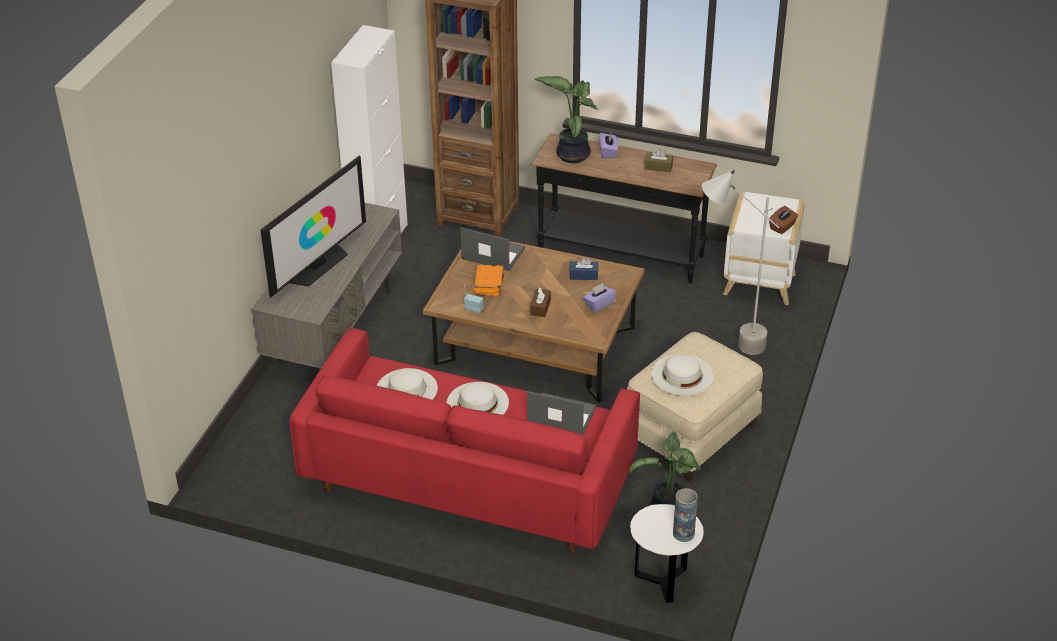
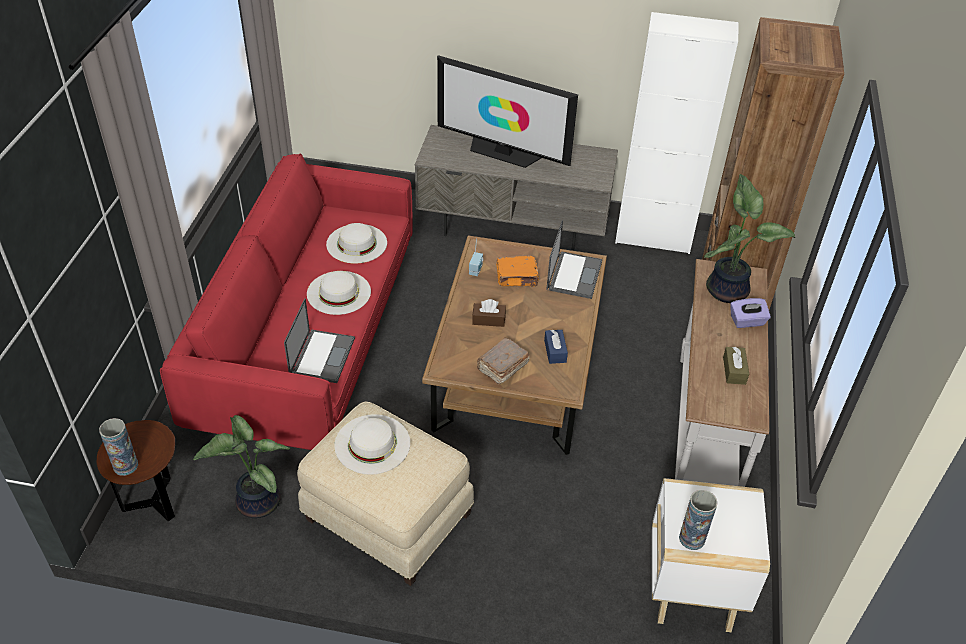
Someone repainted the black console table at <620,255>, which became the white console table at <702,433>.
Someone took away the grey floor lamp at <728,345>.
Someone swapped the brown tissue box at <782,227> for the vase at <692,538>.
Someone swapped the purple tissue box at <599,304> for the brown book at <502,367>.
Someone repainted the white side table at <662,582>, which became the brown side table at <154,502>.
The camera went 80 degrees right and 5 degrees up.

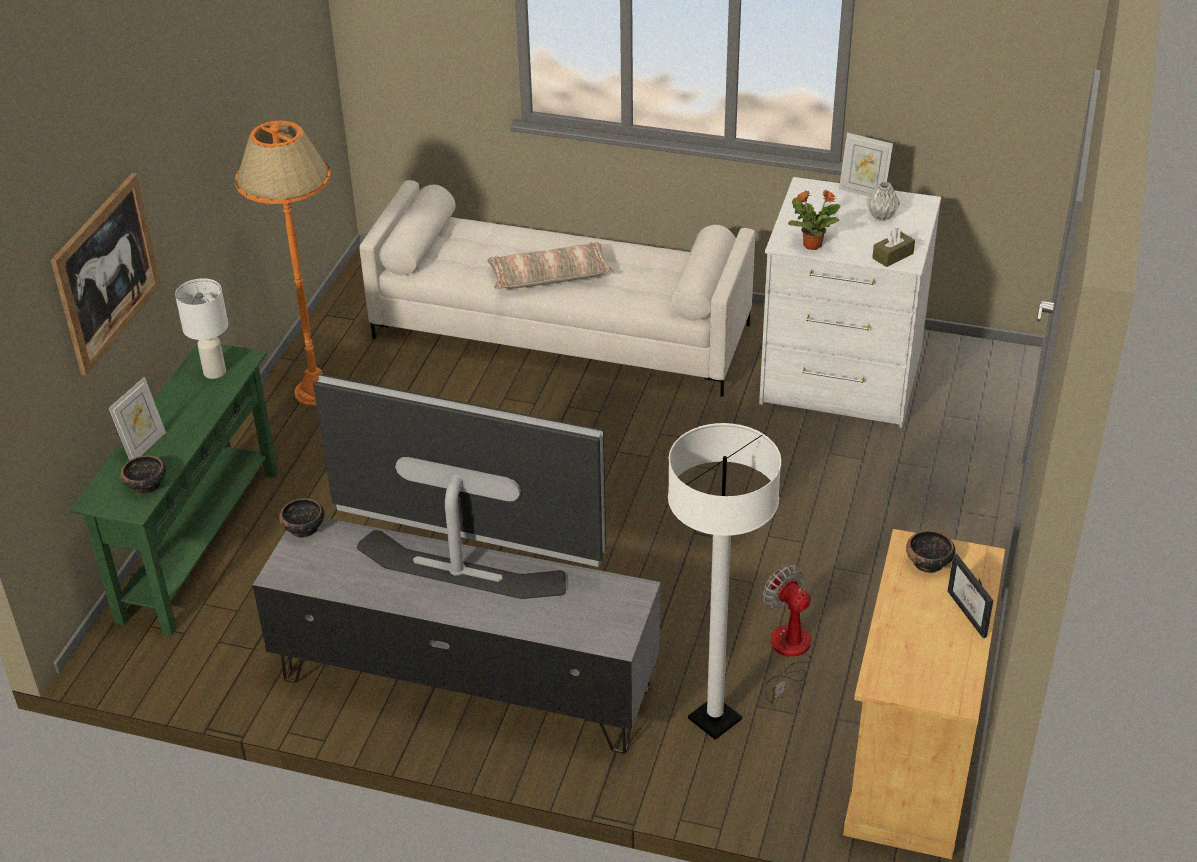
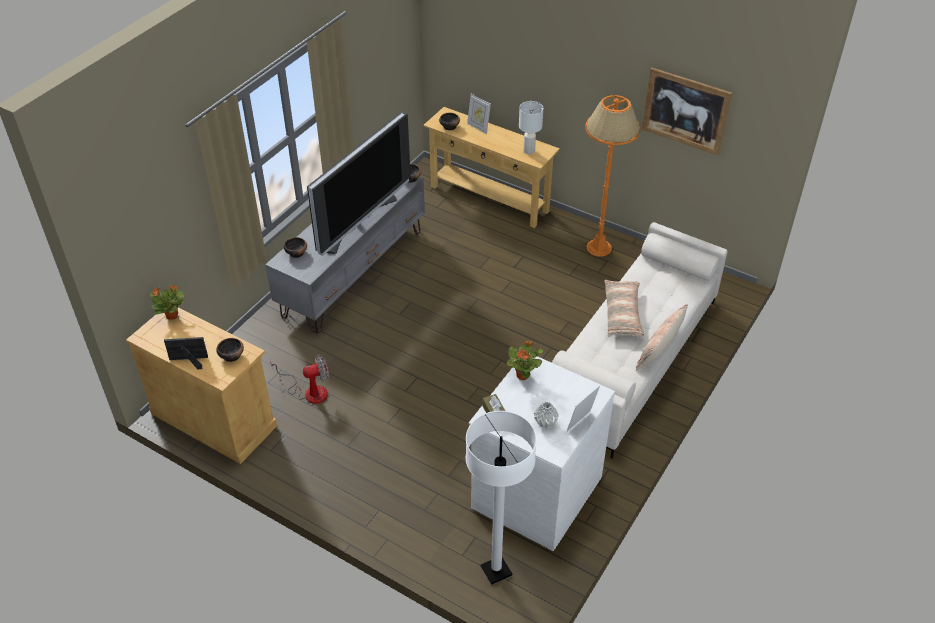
Someone carried the picture from <106,273> to <685,111>.
Someone repainted the green console table at <199,543>, which became the beige console table at <489,198>.
Someone carried the white floor lamp from <714,719> to <496,571>.
Someone put down the bowl at <296,253>.
Someone put down the potted plant at <172,315>.
Someone put down the pillow at <660,348>.
The camera went 105 degrees right and 5 degrees up.

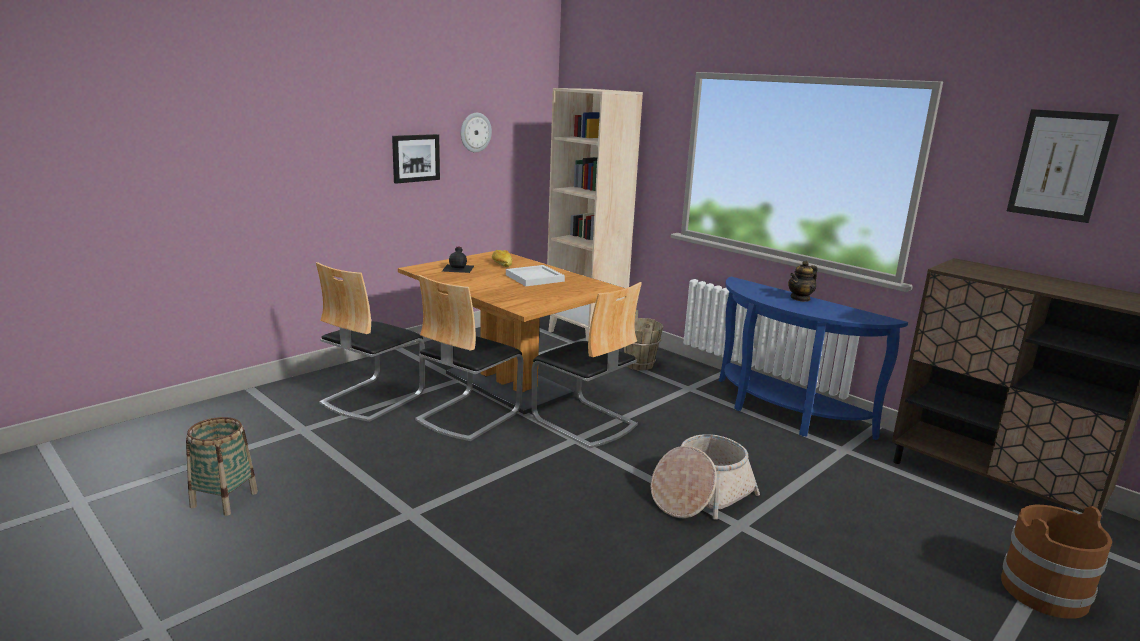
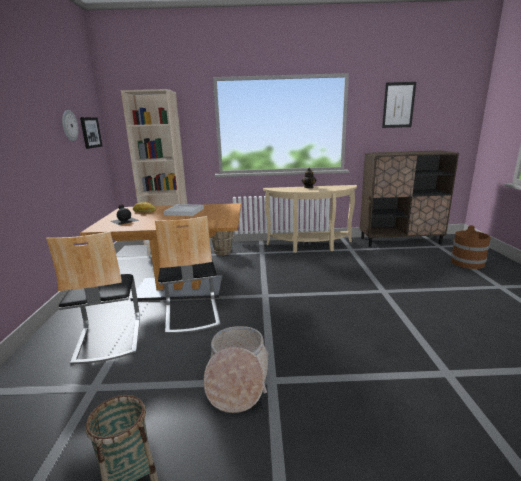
Someone carried the picture from <415,158> to <90,132>.
Someone repainted the blue console table at <782,414>, which became the beige console table at <310,247>.
Someone took away the chair at <584,422>.
Someone carried the basket from <700,496> to <237,380>.
The camera went 45 degrees left and 0 degrees up.

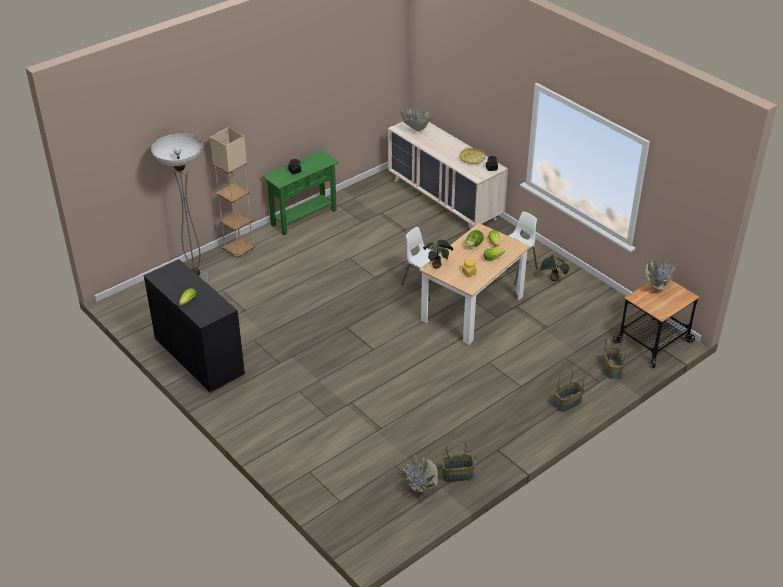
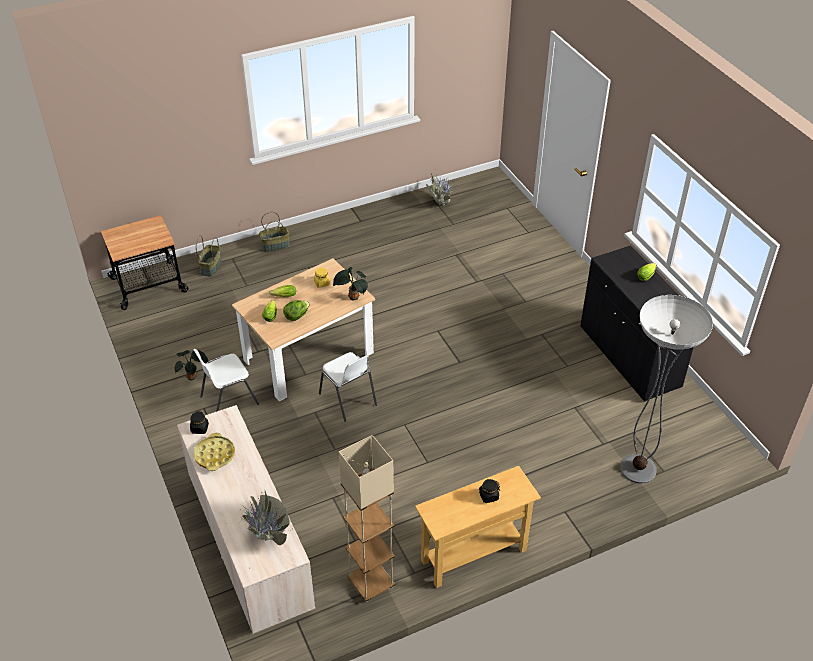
Someone carried the beige floor lamp from <239,250> to <371,583>.
Someone repainted the green console table at <304,218>, which became the beige console table at <473,555>.
Someone took away the potted plant at <658,288>.
Someone took away the basket at <457,474>.
The camera went 165 degrees left and 5 degrees up.

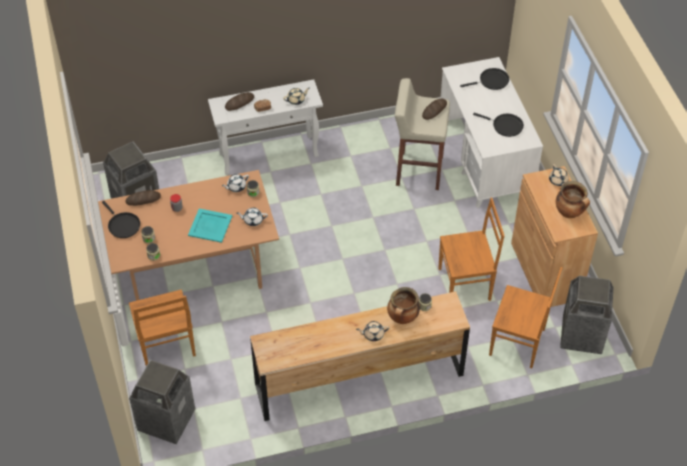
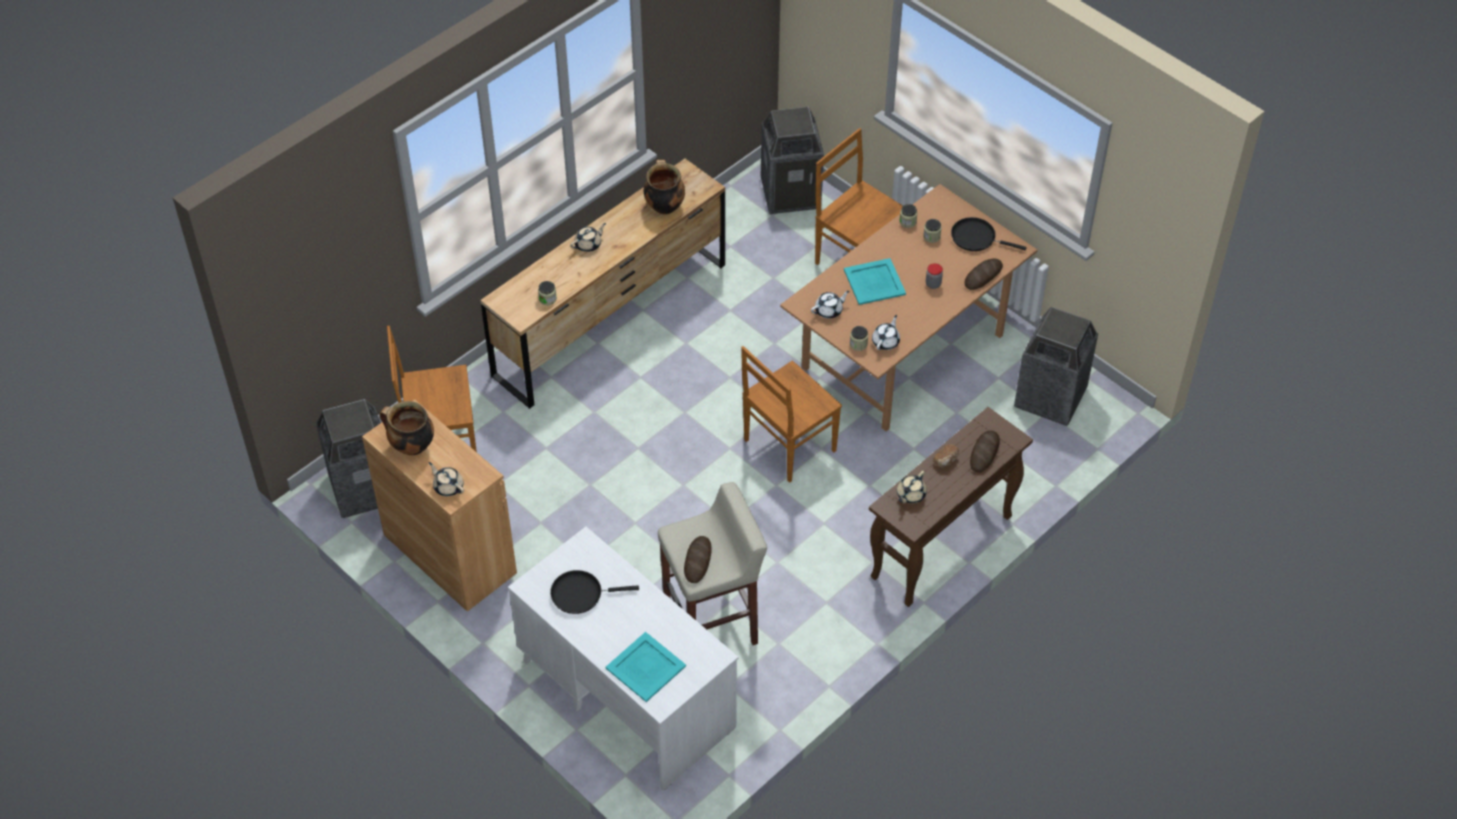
Someone swapped the black frying pan at <491,81> for the turquoise tray at <645,667>.
Someone repainted the white console table at <269,154>, which became the brown console table at <941,548>.
Someone carried the brown chair from <466,284> to <787,446>.
Someone carried the cooking pot from <403,318> to <664,206>.
The camera went 150 degrees right and 0 degrees up.

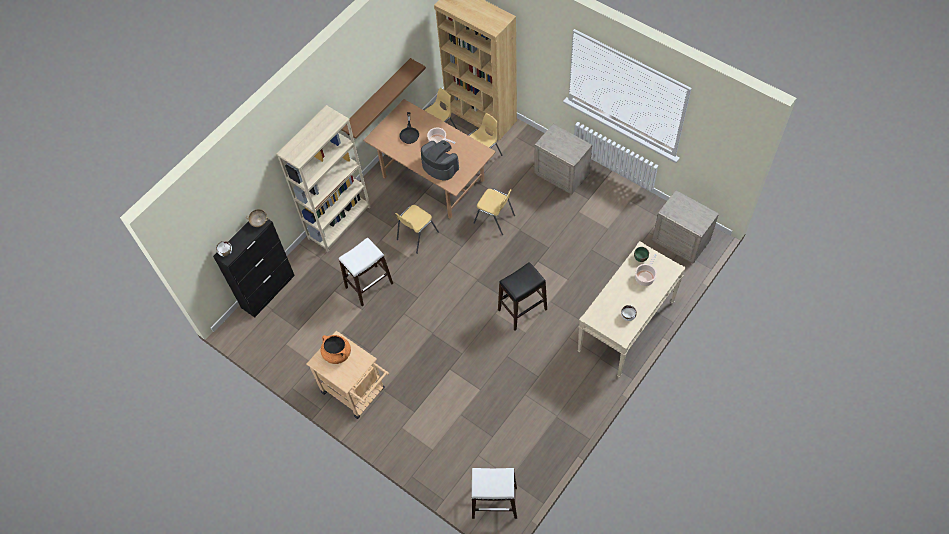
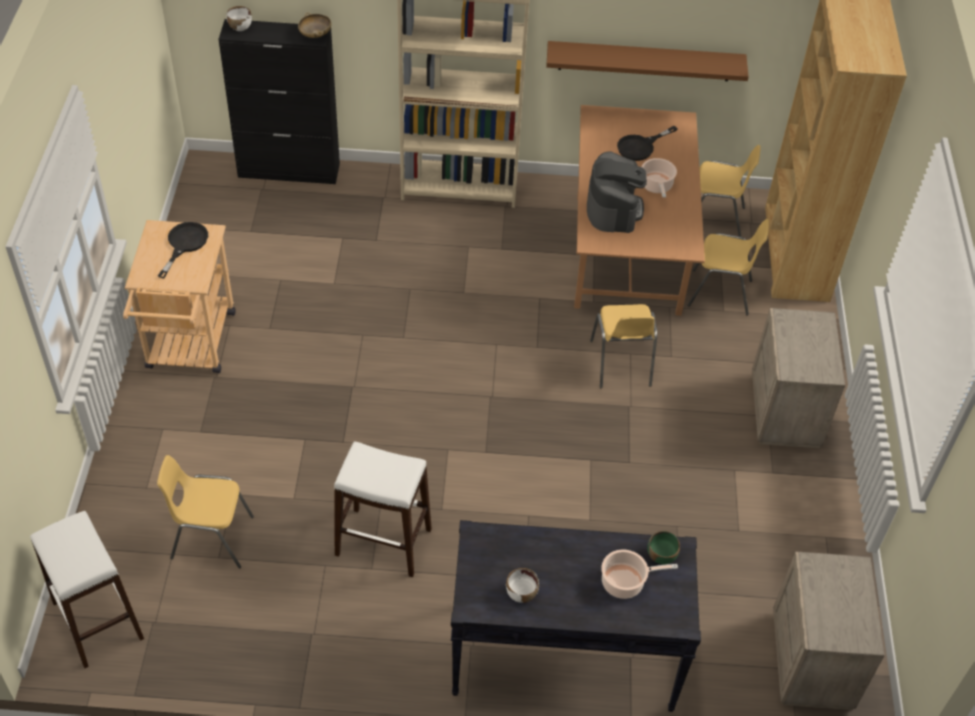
Someone carried the yellow chair from <416,236> to <211,538>.
Someone carried the white stool from <369,285> to <383,542>.
Someone repainted the beige console table at <626,327>, which became the black console table at <563,656>.
Someone took away the black stool at <522,310>.
Someone swapped the orange cooking pot at <337,354> for the black frying pan at <184,244>.
The camera went 50 degrees right and 10 degrees down.

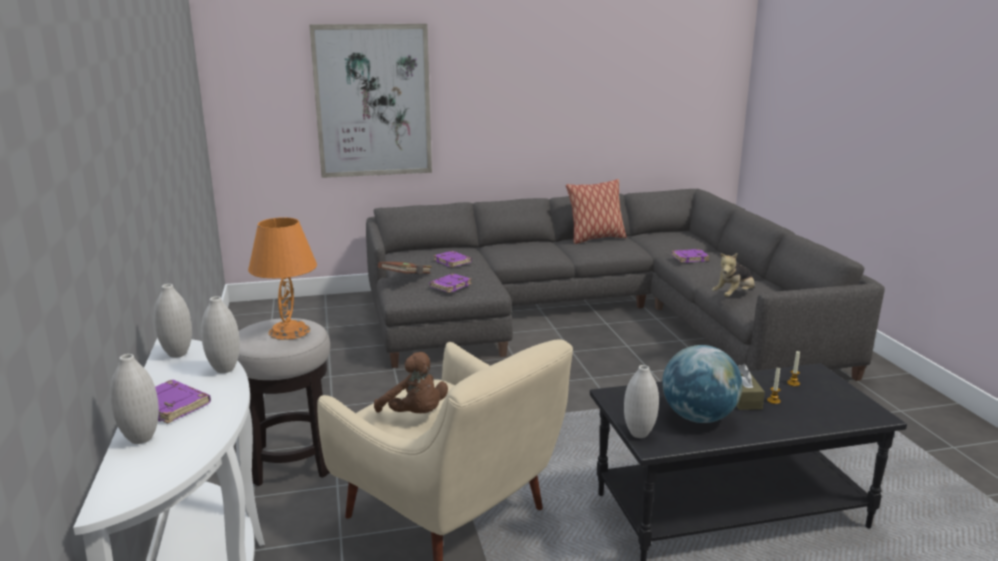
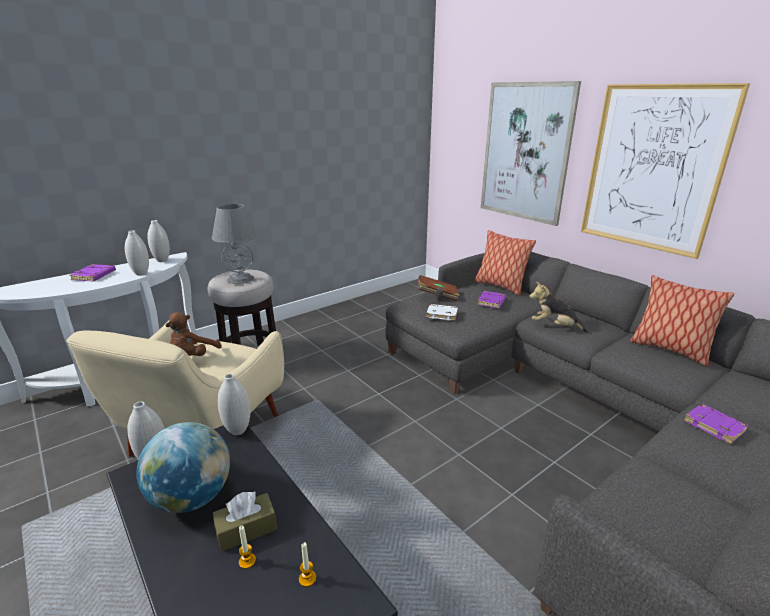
Someone repainted the orange table lamp at <289,331>, which became the grey table lamp at <240,279>.
Someone carried the plush toy from <734,296> to <554,326>.
Someone repainted the purple book at <450,286>, which became the white book at <442,314>.
Someone carried the white vase from <141,439> to <238,430>.
Someone put up the picture at <653,169>.
Someone put down the pillow at <500,286>.
The camera went 65 degrees right and 5 degrees up.

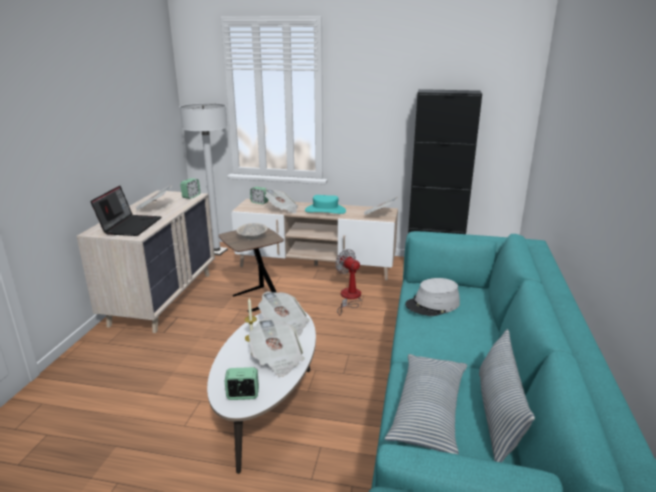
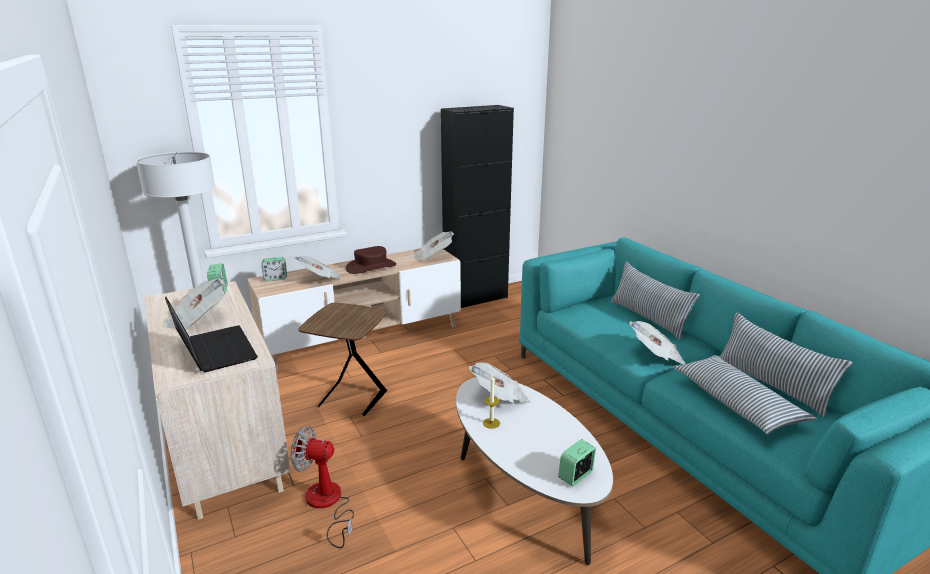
Someone repainted the turquoise hat at <325,210>, which became the brown hat at <371,267>.
Someone took away the beige bowl at <252,237>.
Someone carried the fan from <349,298> to <327,504>.
Someone took away the grey hat at <432,304>.
Someone carried the newspaper from <277,359> to <656,355>.
Someone put down the pillow at <648,318>.
The camera went 40 degrees left and 0 degrees up.

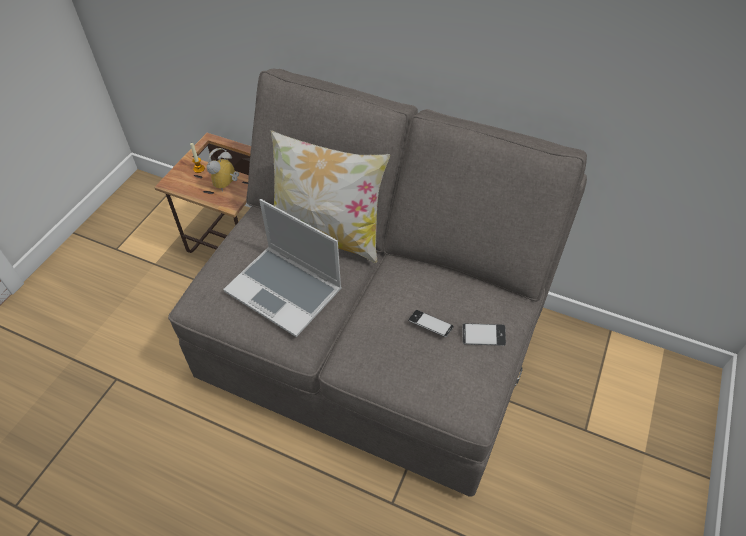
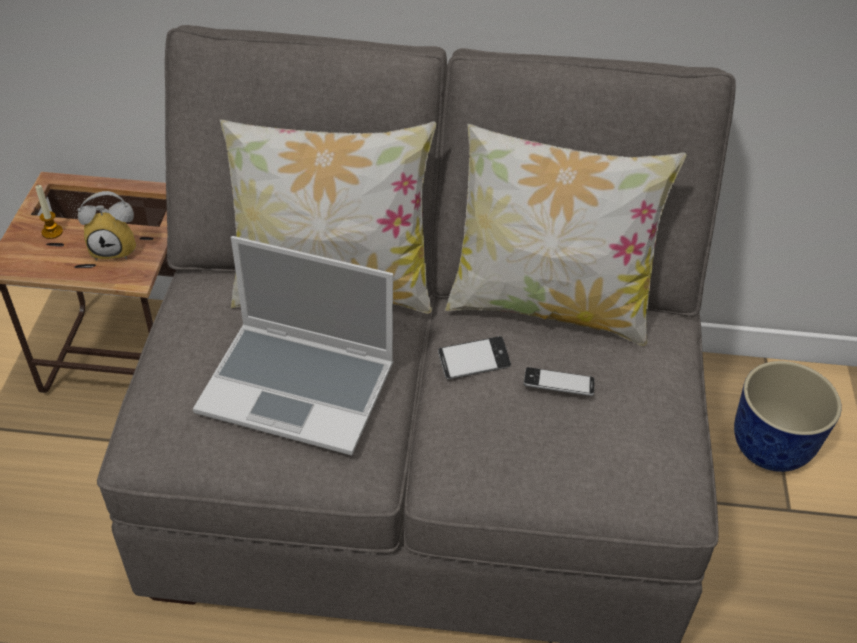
Someone rotated the alarm clock at <228,185> by 105 degrees counterclockwise.
Someone carried the phone from <483,336> to <473,362>.
Someone put down the pillow at <548,306>.
Someone put down the planter at <769,449>.
The camera went 20 degrees left and 5 degrees down.

